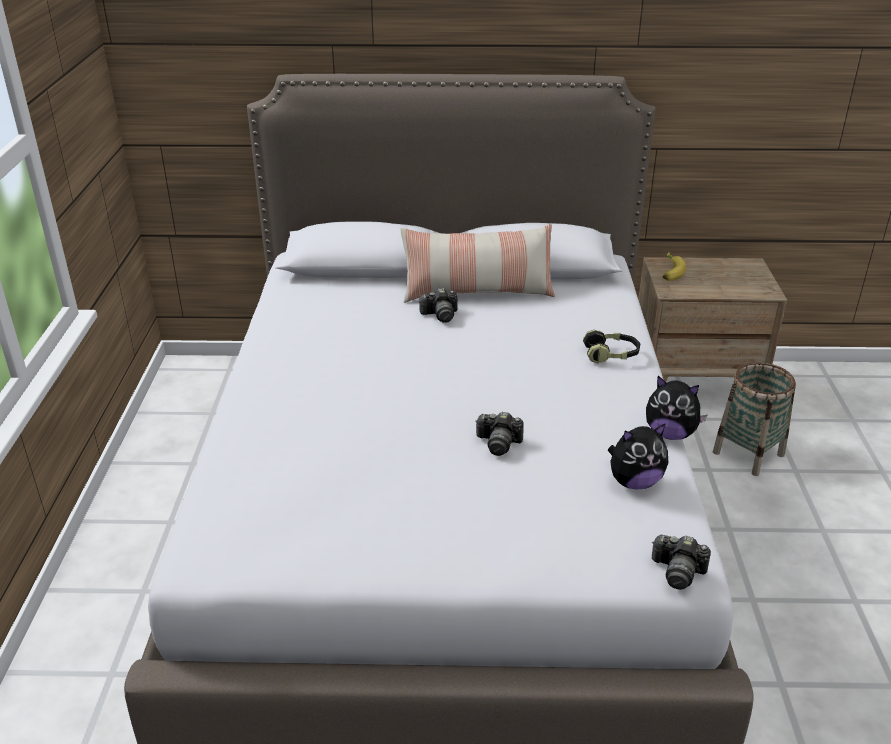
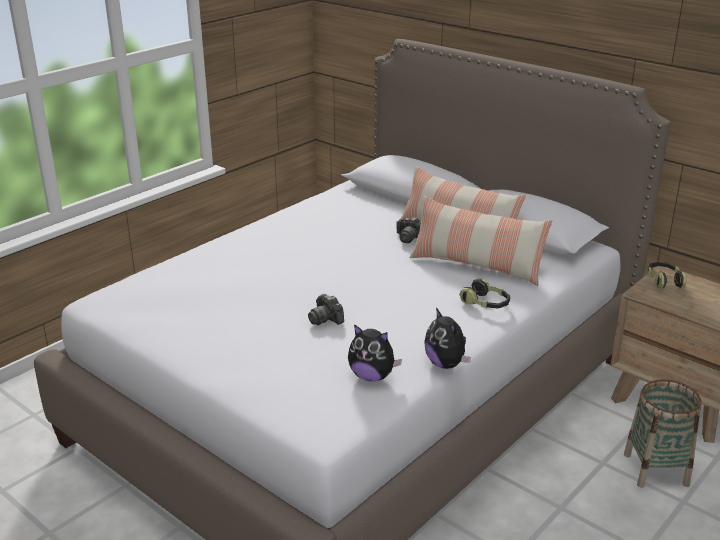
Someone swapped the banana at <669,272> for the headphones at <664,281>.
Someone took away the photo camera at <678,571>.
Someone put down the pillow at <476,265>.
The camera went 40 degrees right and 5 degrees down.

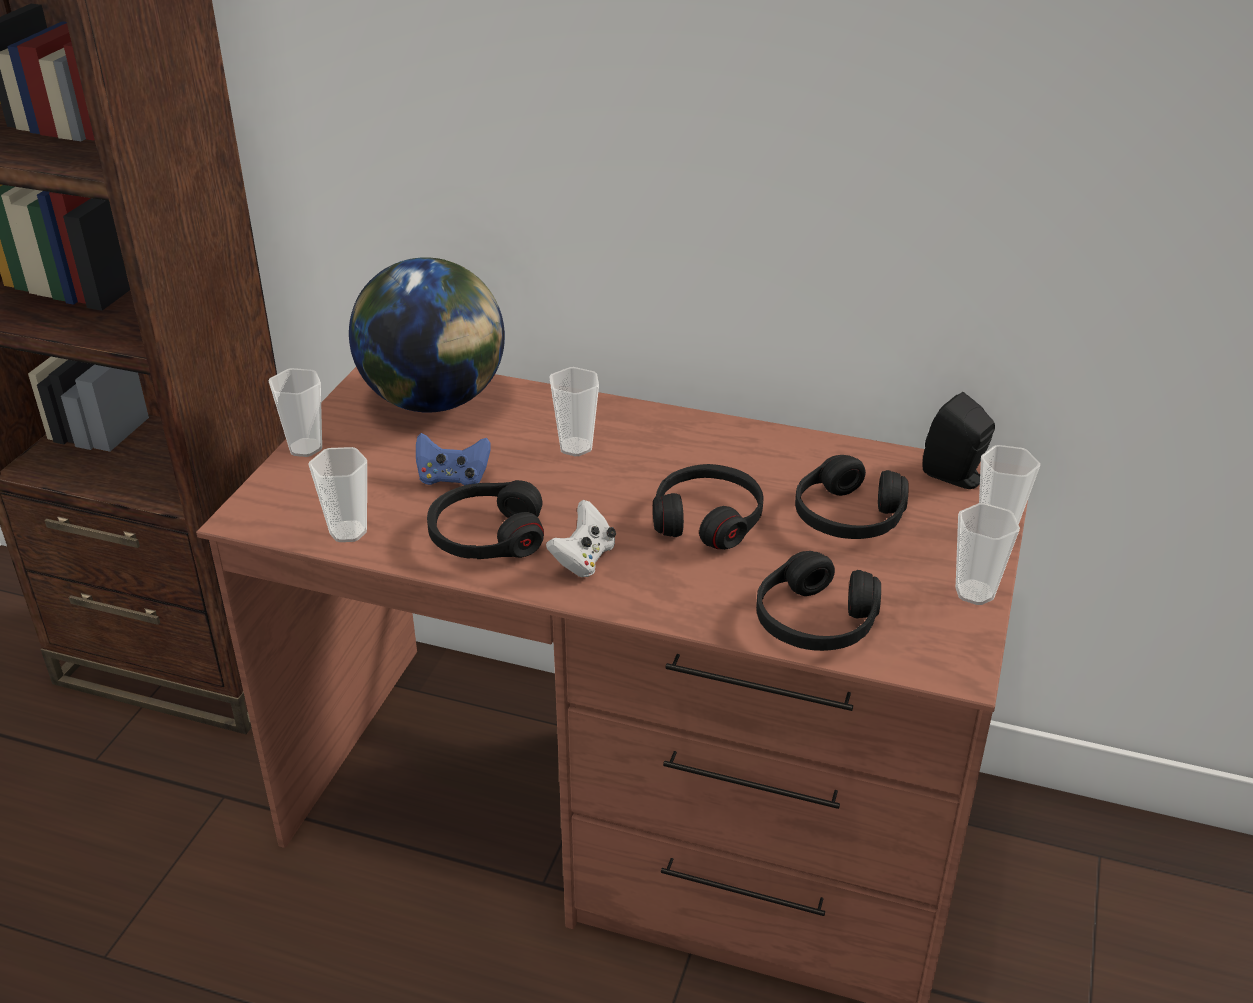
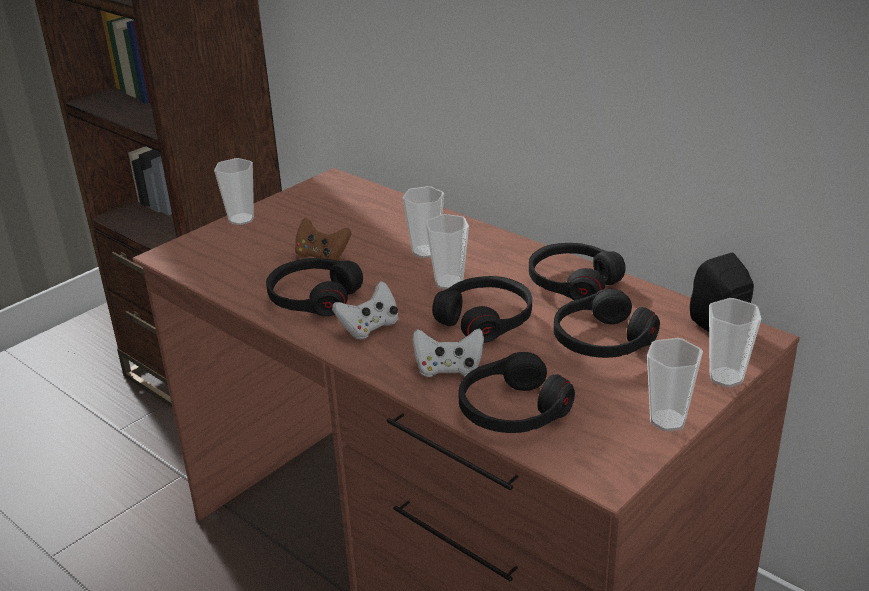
Someone took away the globe at <434,401>.
Someone repainted the blue game controller at <453,478>, which became the brown game controller at <322,256>.
Someone carried the cup from <348,532> to <449,283>.
Someone put down the black headphones at <573,282>.
Someone put down the white game controller at <448,369>.
The camera went 25 degrees right and 5 degrees down.

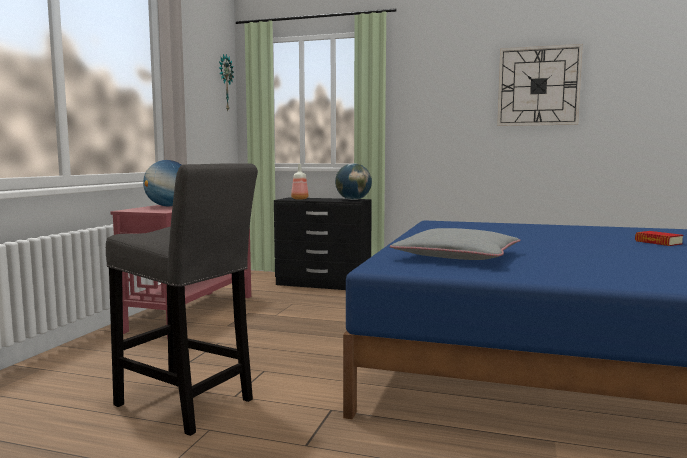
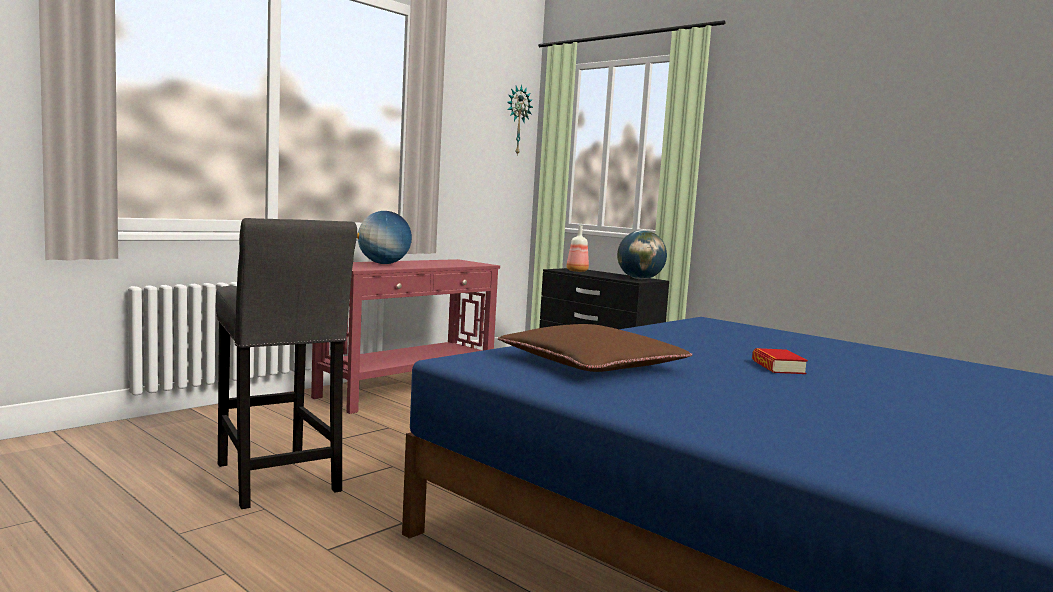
Someone took away the wall clock at <538,86>.
Someone repainted the grey pillow at <456,256>, which became the brown pillow at <592,364>.
Someone carried the book from <658,242> to <778,367>.
The camera went 25 degrees right and 0 degrees up.

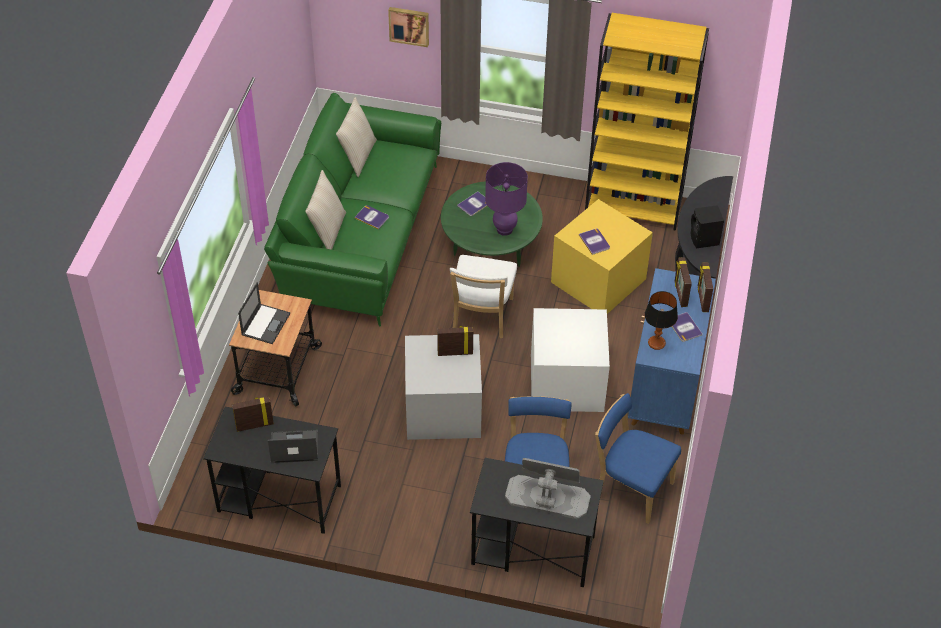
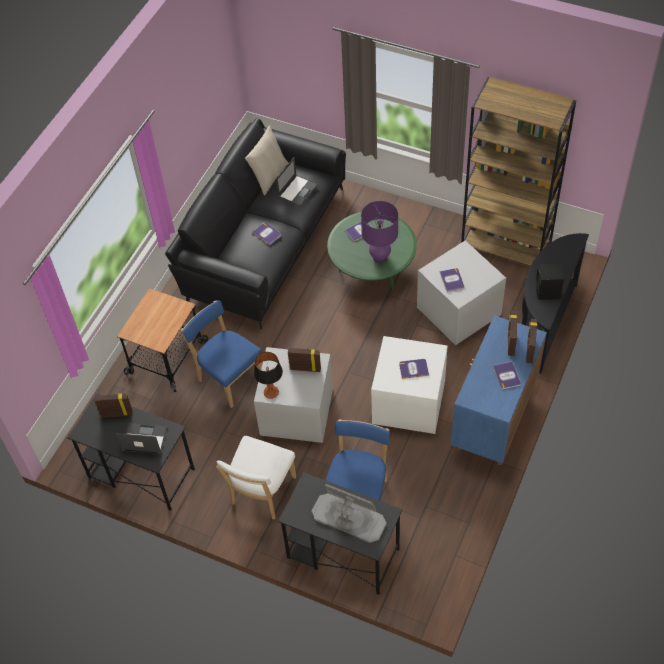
Someone took away the picture at <409,25>.
Someone repainted the yellow bookcase at <634,206>, which became the brown bookcase at <506,245>.
Someone repainted the green sofa at <359,233>, which became the black sofa at <264,242>.
Someone took away the beige pillow at <327,231>.
Someone repainted the yellow storage box at <600,280>, which became the grey storage box at <460,311>.
Someone carried the white chair from <481,317> to <261,493>.
Someone carried the laptop from <266,323> to <297,190>.
Someone carried the table lamp from <656,343> to <271,392>.
Someone carried the blue chair from <631,488> to <228,378>.
Someone put down the book at <413,369>.
The camera went 15 degrees right and 5 degrees up.

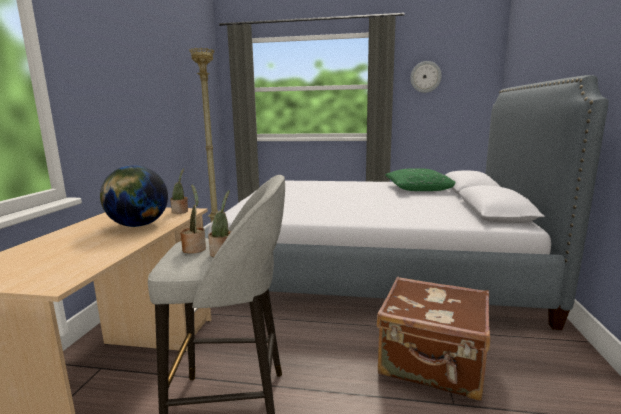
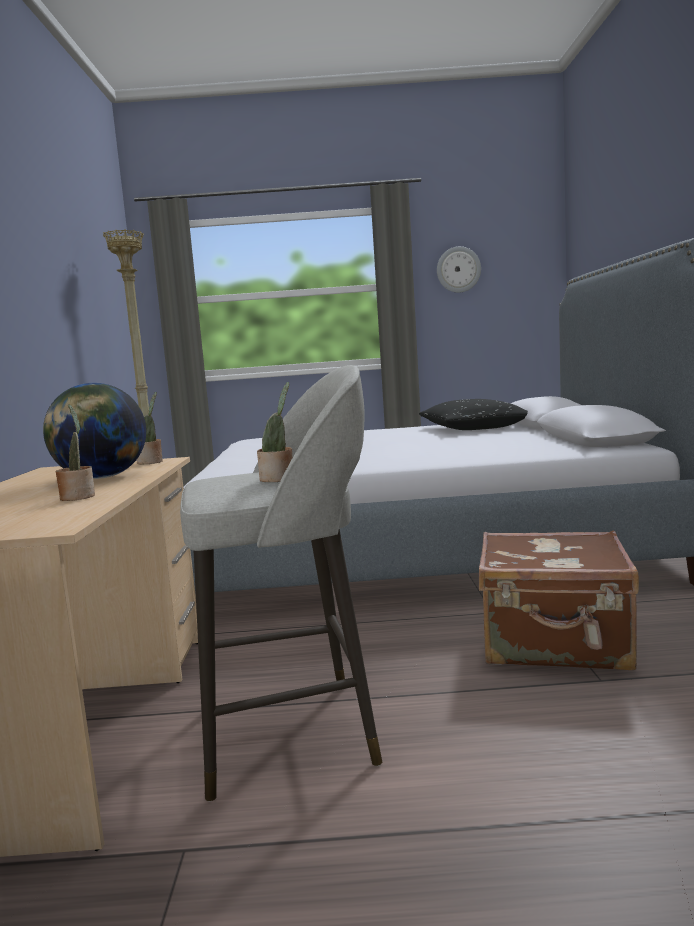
Someone repainted the green pillow at <418,188>, which became the black pillow at <473,428>.
Someone carried the potted plant from <195,249> to <78,497>.
The camera went 10 degrees left and 5 degrees down.

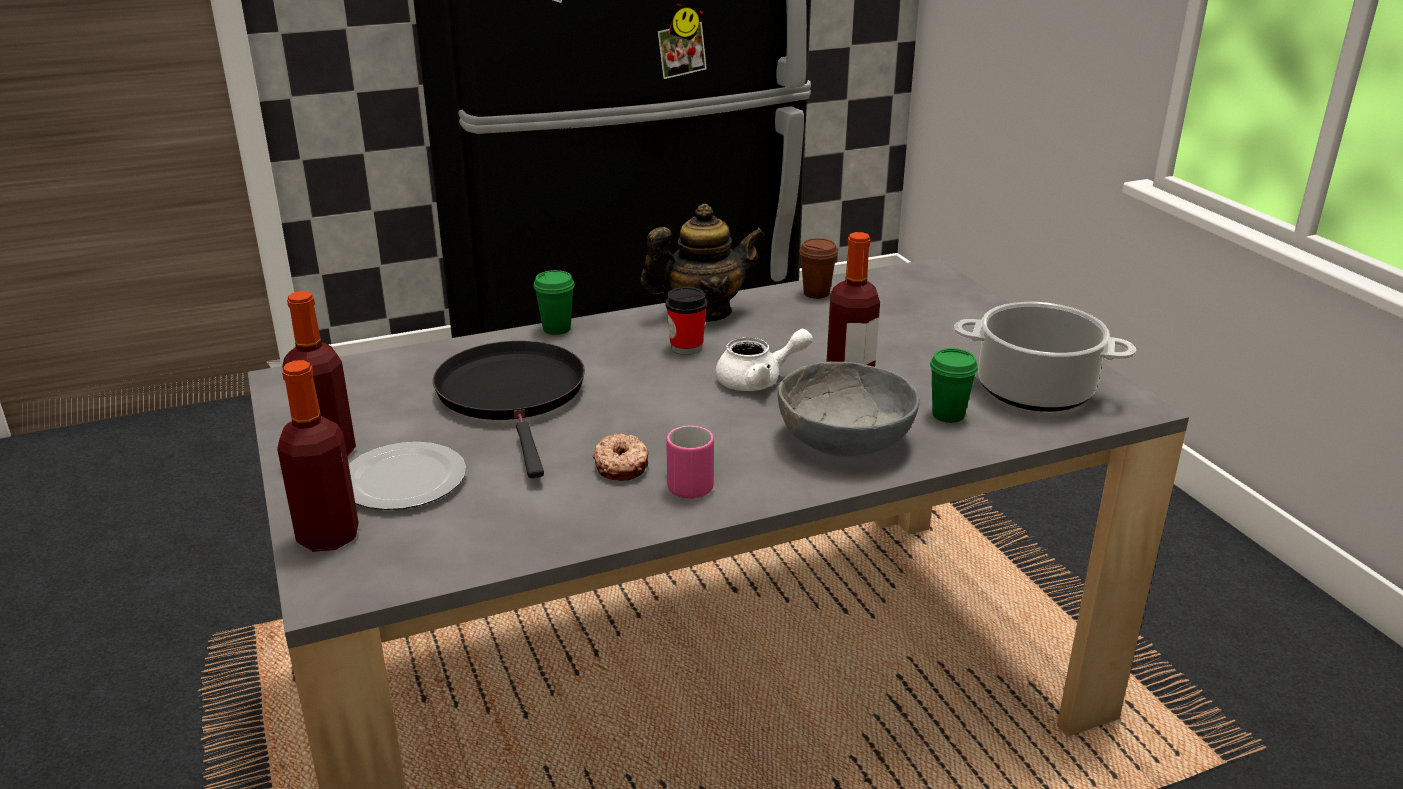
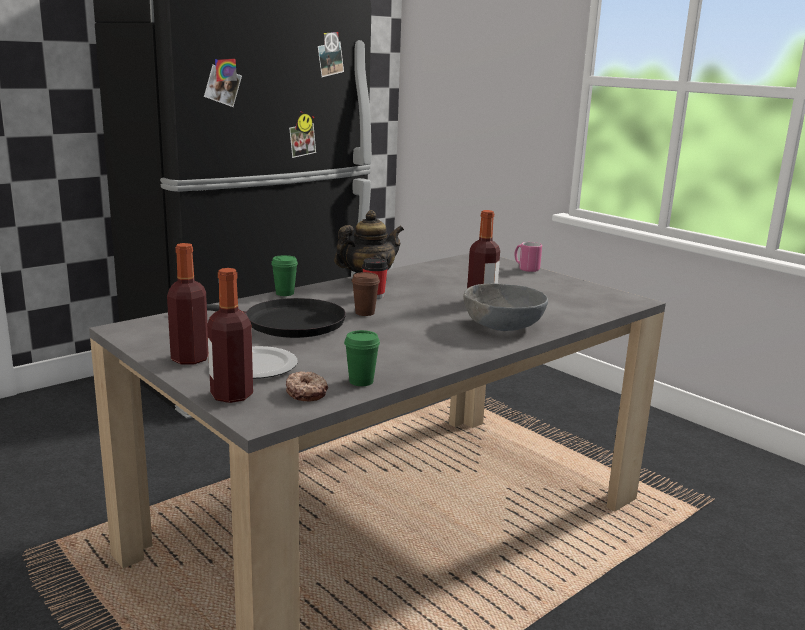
Someone carried the brown cup from <816,293> to <365,313>.
Someone took away the cooking pot at <1033,390>.
Someone took away the white teapot at <758,380>.
Someone rotated the black frying pan at <513,395> by 135 degrees clockwise.
Someone carried the green cup from <948,415> to <361,381>.
Someone carried the pink mug from <686,484> to <526,269>.
Someone carried the donut from <622,465> to <307,393>.
The camera went 20 degrees left and 10 degrees down.

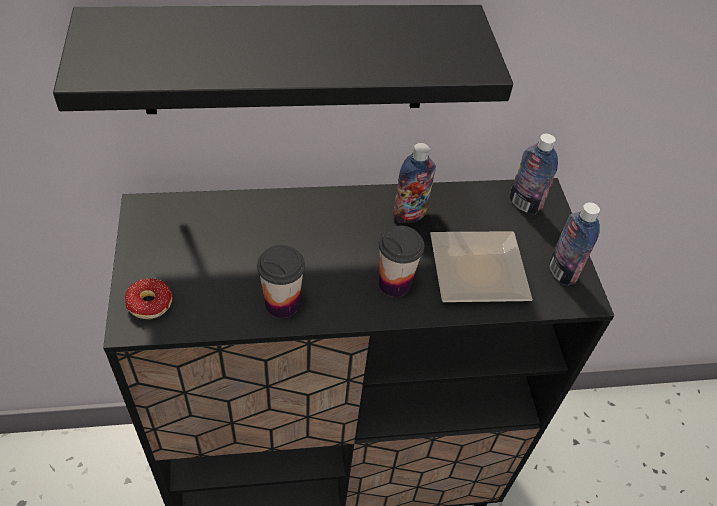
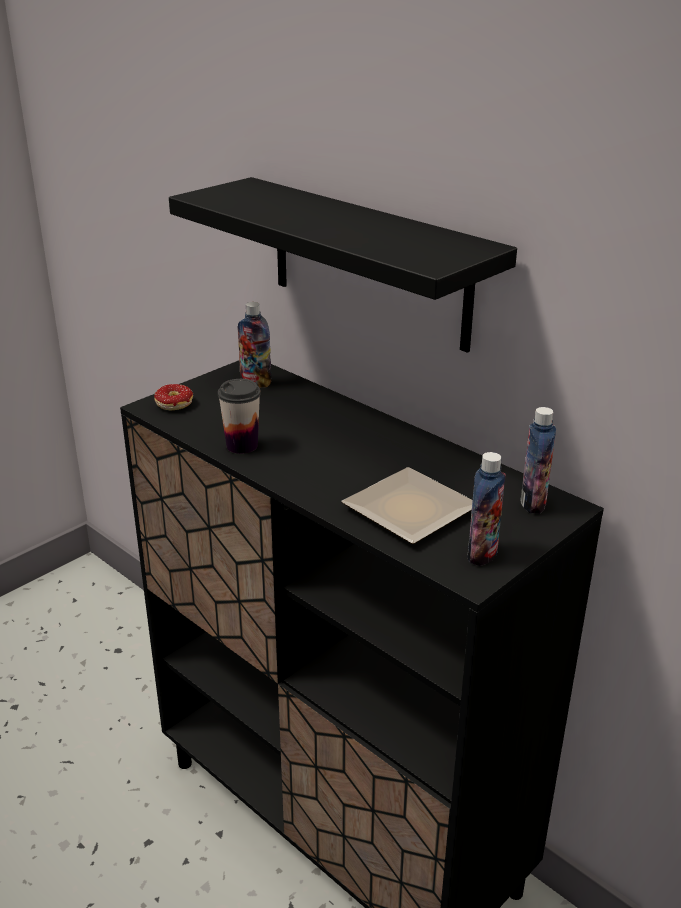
Someone carried the bottle from <409,215> to <255,383>.
Someone took away the cup at <394,284>.
The camera went 55 degrees right and 20 degrees down.

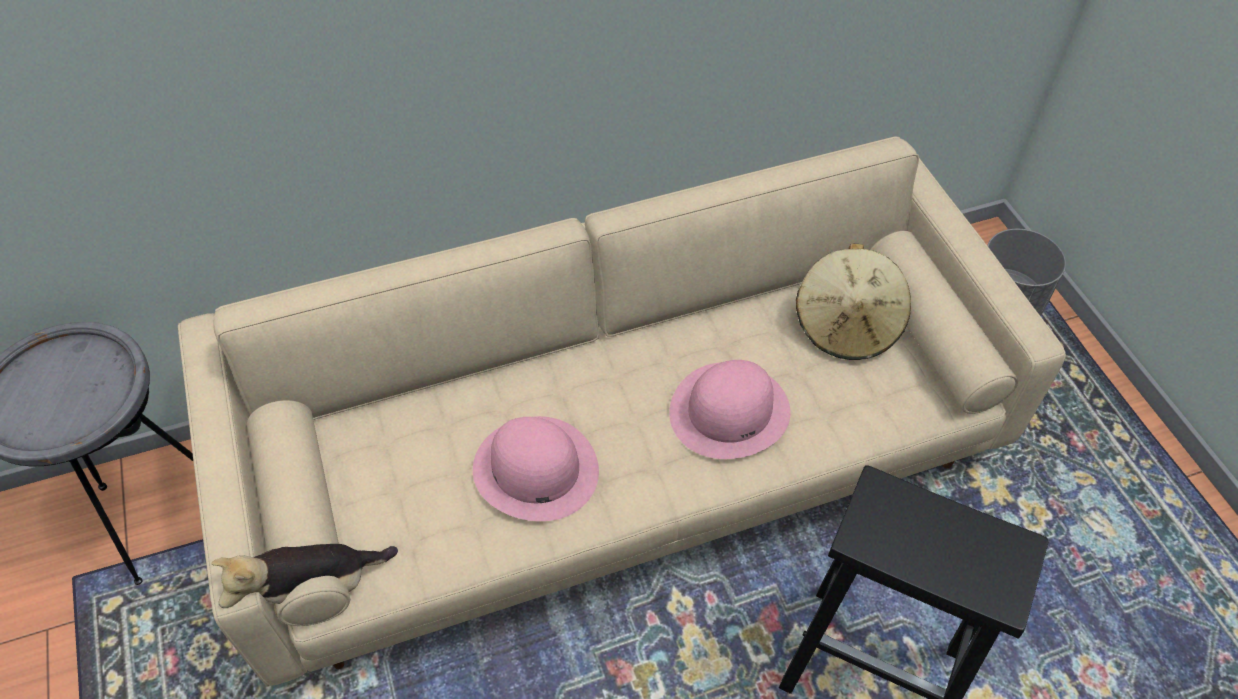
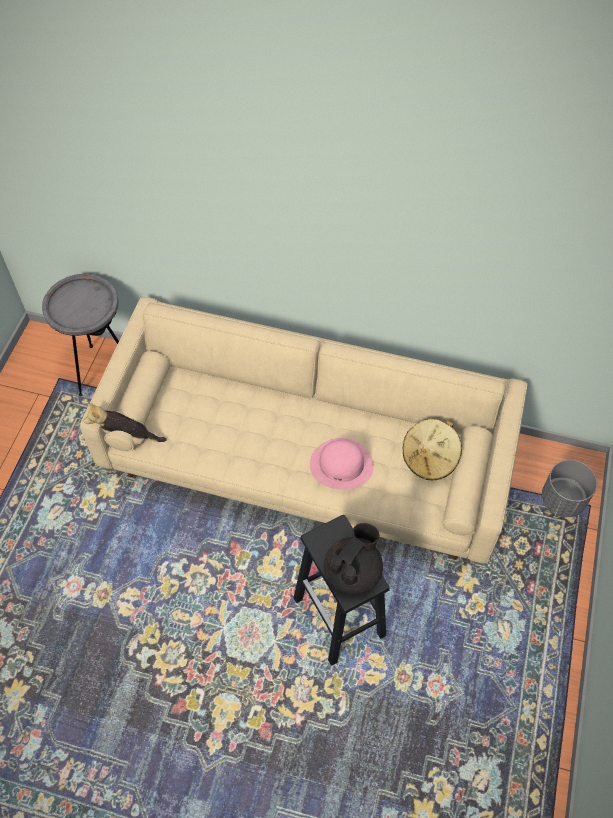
Someone took away the pink hat at <535,469>.
Someone put down the black teapot at <353,571>.
The camera went 35 degrees right and 5 degrees up.

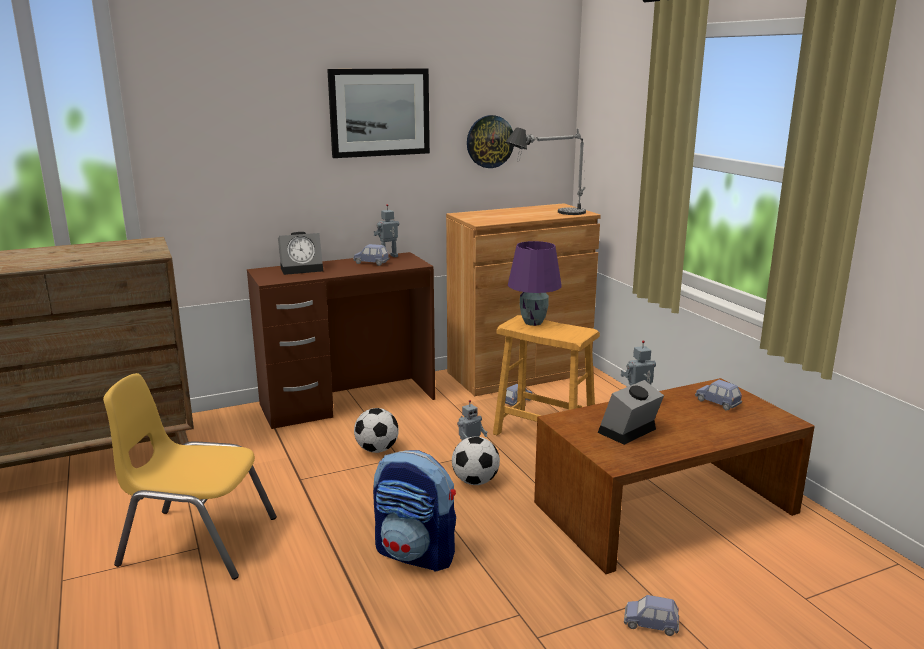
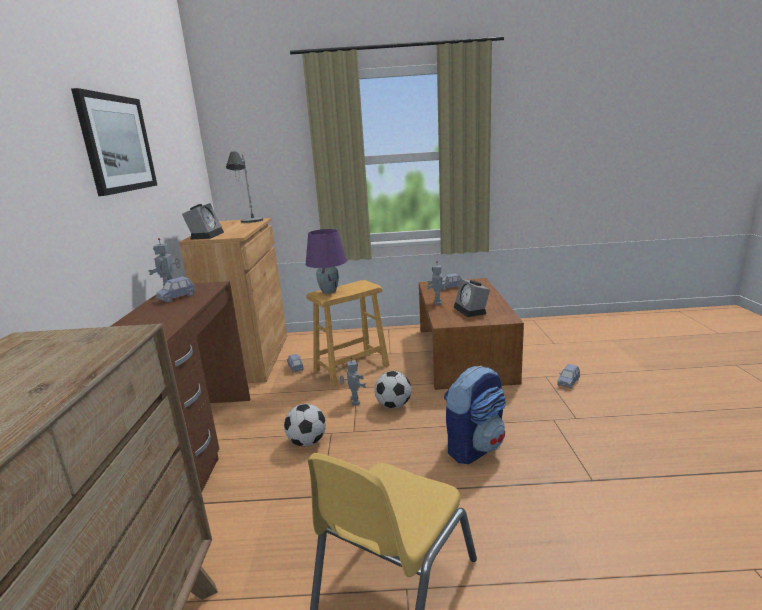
Someone took away the wall clock at <490,141>.
Someone carried the alarm clock from <303,269> to <206,235>.
The camera went 65 degrees left and 0 degrees up.

